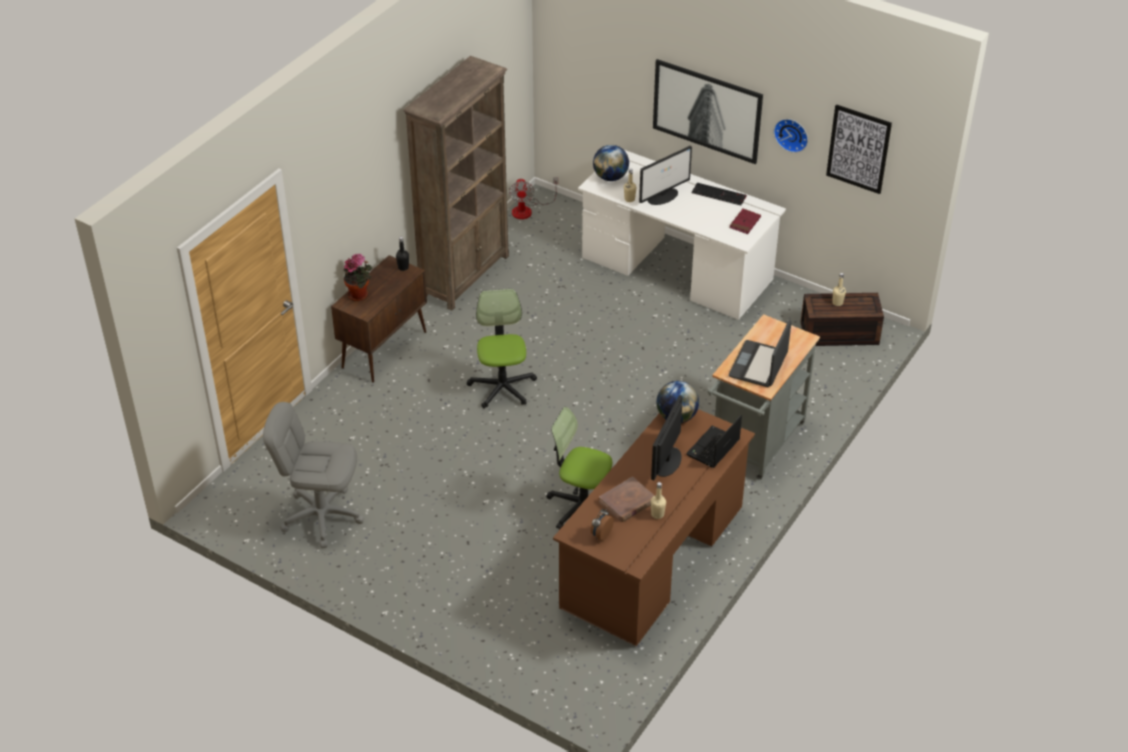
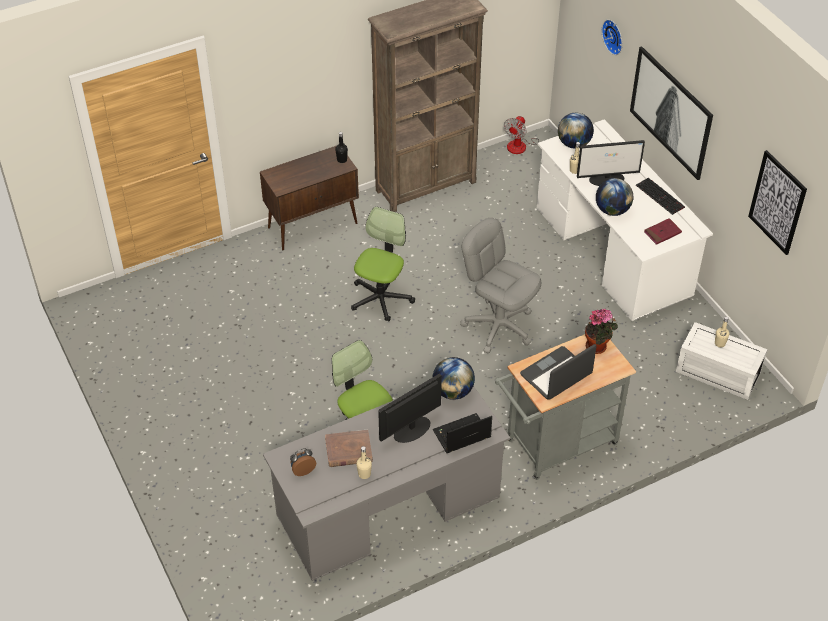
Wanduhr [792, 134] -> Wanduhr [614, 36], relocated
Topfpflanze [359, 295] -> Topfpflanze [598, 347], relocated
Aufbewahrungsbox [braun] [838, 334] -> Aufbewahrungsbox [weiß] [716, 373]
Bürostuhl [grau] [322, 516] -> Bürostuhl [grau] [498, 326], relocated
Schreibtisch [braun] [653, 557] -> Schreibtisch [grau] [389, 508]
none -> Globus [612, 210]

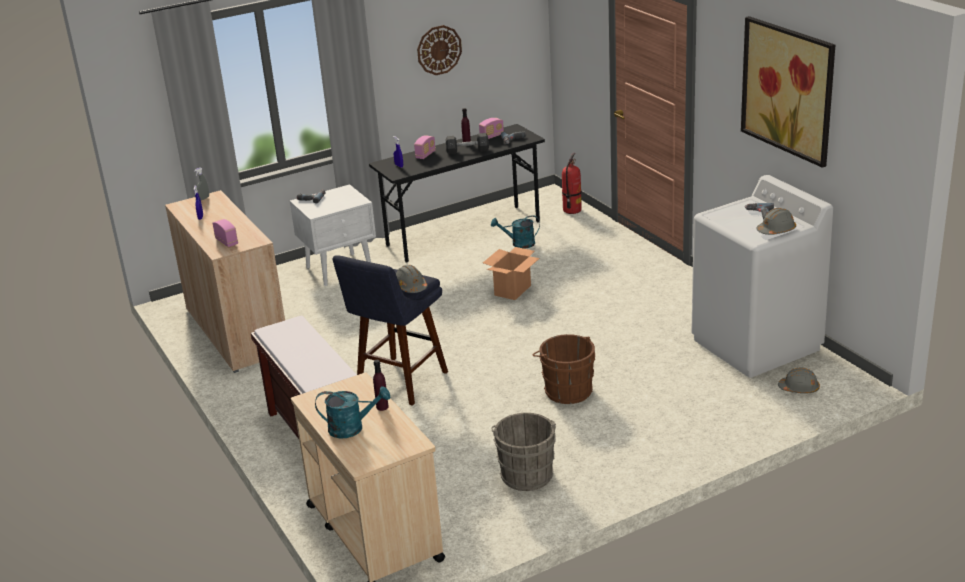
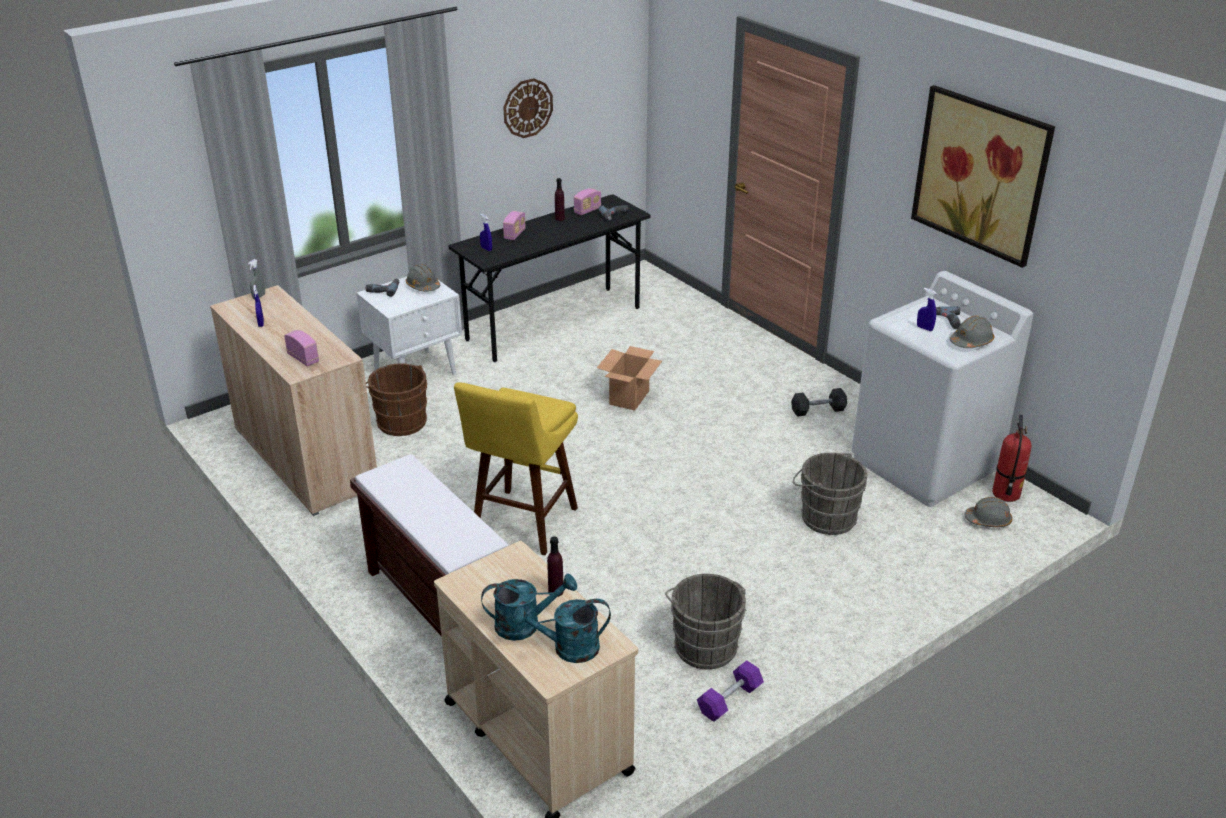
Hantel [grau] [467, 151] -> Hantel [grau] [818, 410], relocated
Feuerlöscher [572, 210] -> Feuerlöscher [1005, 494], relocated
Gießkanne [türkis] [519, 244] -> Gießkanne [türkis] [567, 649], relocated
Hocker [blau] [399, 384] -> Hocker [gelb] [522, 526]
Schutzhelm [grau] [410, 287] -> Schutzhelm [grau] [423, 286], relocated
Eimer [braun] [566, 390] -> Eimer [braun] [400, 421], relocated
none -> Sprühflasche [blau] [924, 328]
none -> Eimer [grau] [825, 517]
none -> Hantel [lila] [729, 700]

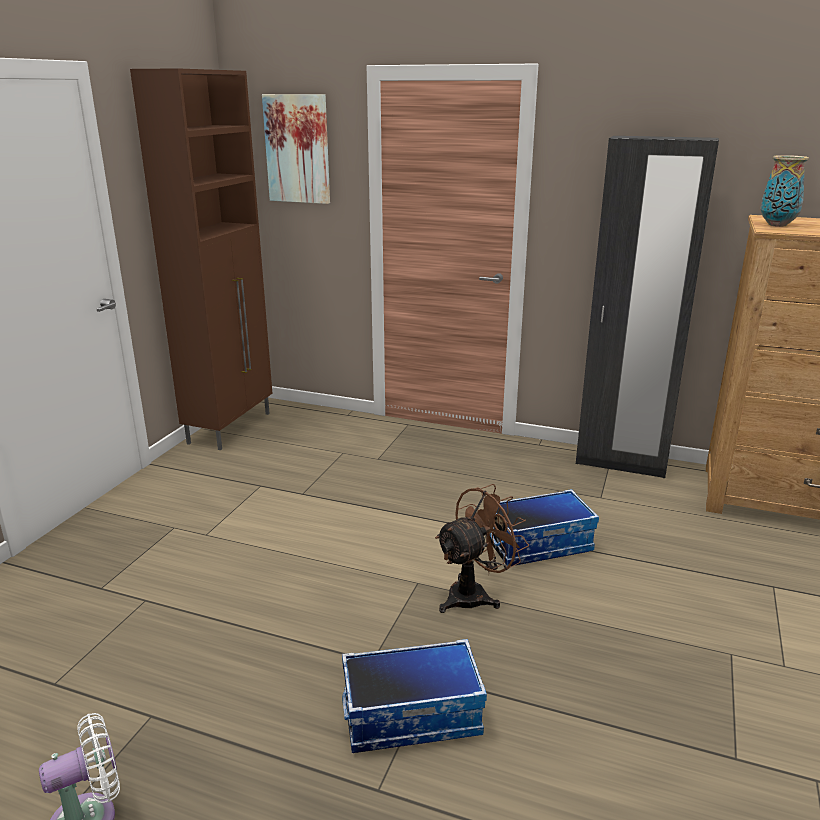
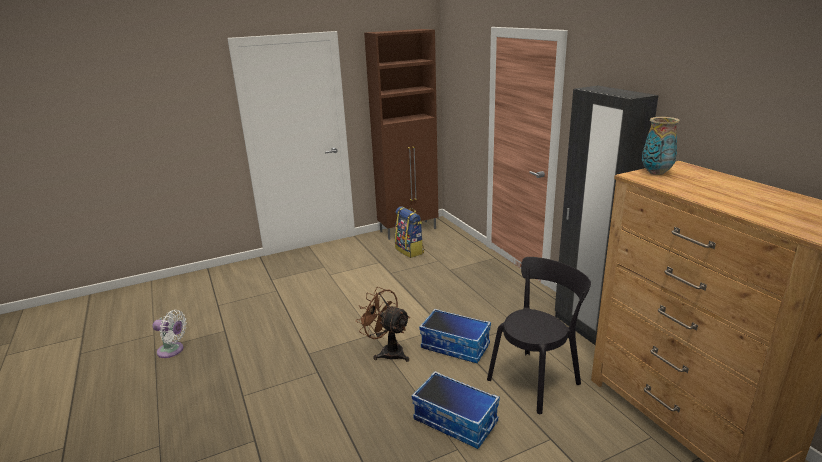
Bild [297, 149] -> none
Ventilator [braun] [475, 594] -> Ventilator [braun] [387, 351], 150 degrees counterclockwise
Aufbewahrungsbox [412, 715] -> Aufbewahrungsbox [456, 421], relocated
none -> Rucksack [410, 251]
none -> Stuhl [schwarz] [536, 379]

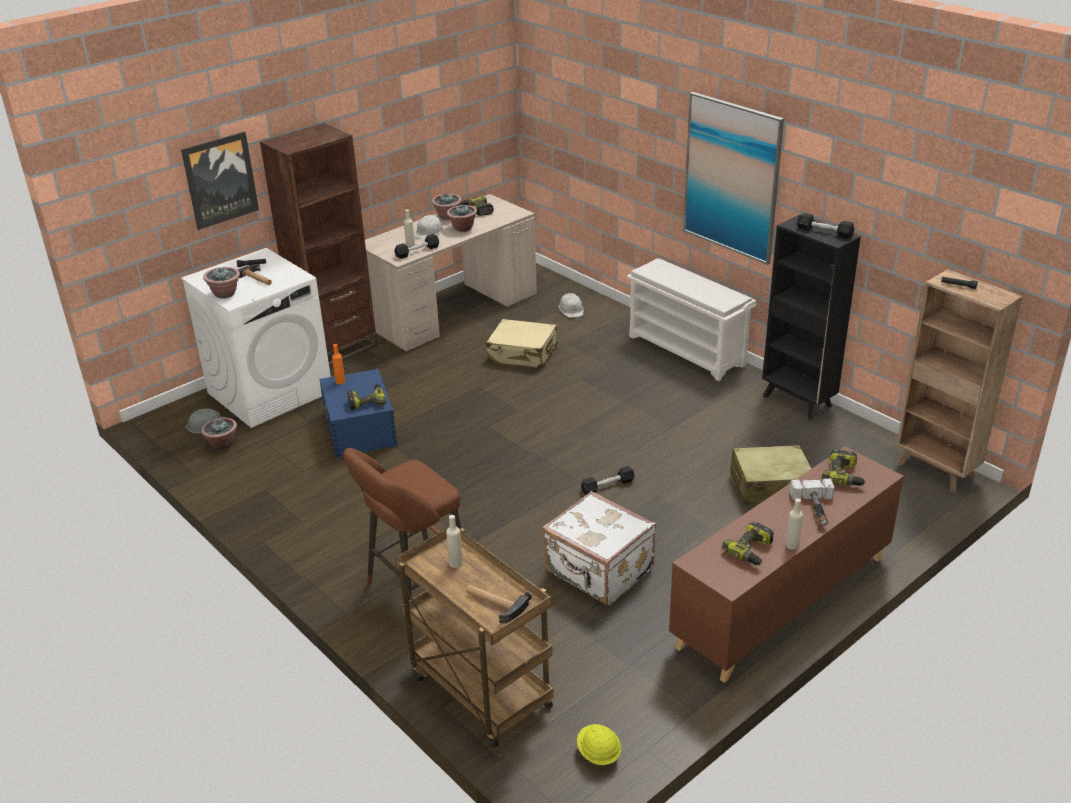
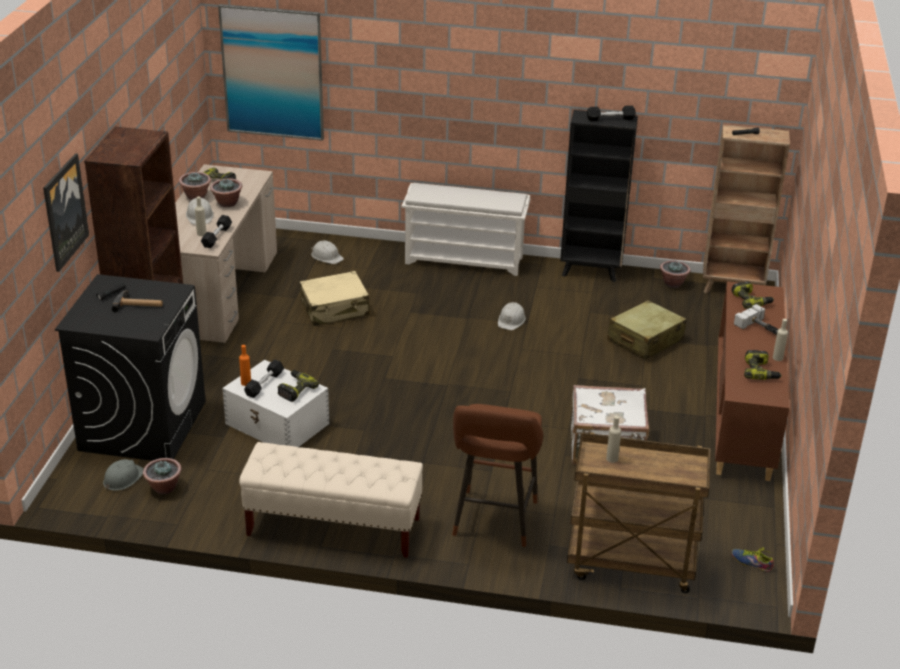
Bild [731, 177] -> Bild [272, 72], relocated
Waschmaschine [weiß] [270, 392] -> Waschmaschine [schwarz] [143, 425]
Topfpflanze [225, 294] -> Topfpflanze [673, 283], relocated
Aufbewahrungsbox [blau] [359, 430] -> Aufbewahrungsbox [weiß] [277, 424]
Hantel [schwarz] [607, 486] -> Hantel [schwarz] [264, 384], relocated
Hammer [494, 603] -> none
Schutzhelm [gelb] [598, 753] -> Schuh [752, 561]
none -> Schutzhelm [weiß] [511, 320]
none -> Bank [beige] [333, 527]

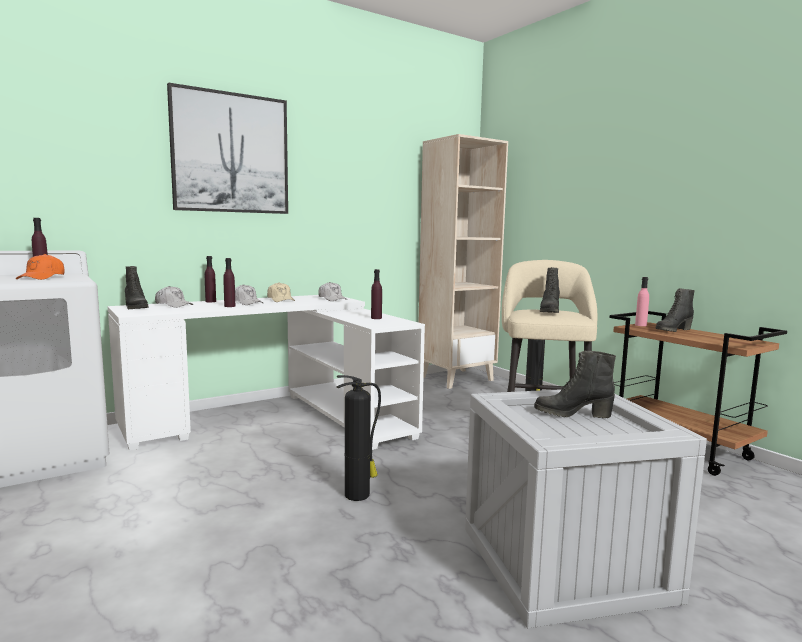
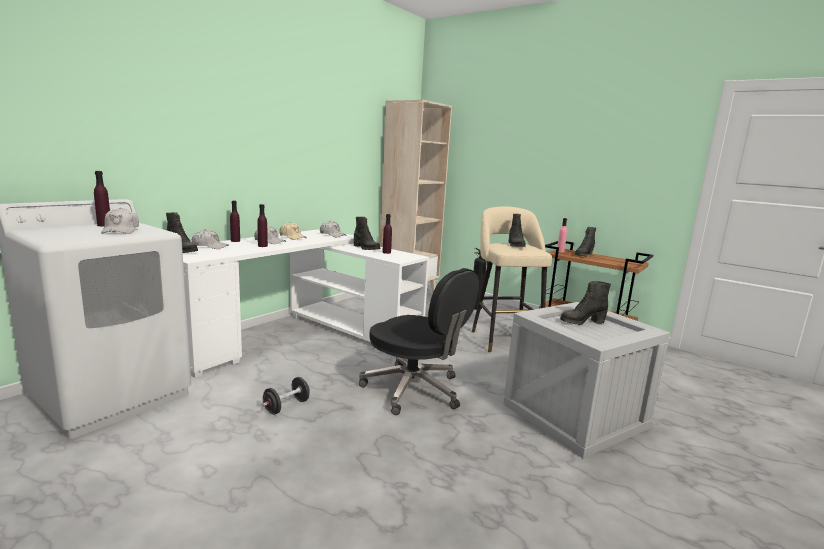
Bild [231, 153] -> none
Kappe [orange] [42, 278] -> Kappe [weiß] [121, 230]
Feuerlöscher [358, 494] -> Bürostuhl [schwarz] [415, 390]
none -> Stiefel [schwarz] [366, 248]
none -> Hantel [schwarz] [286, 406]

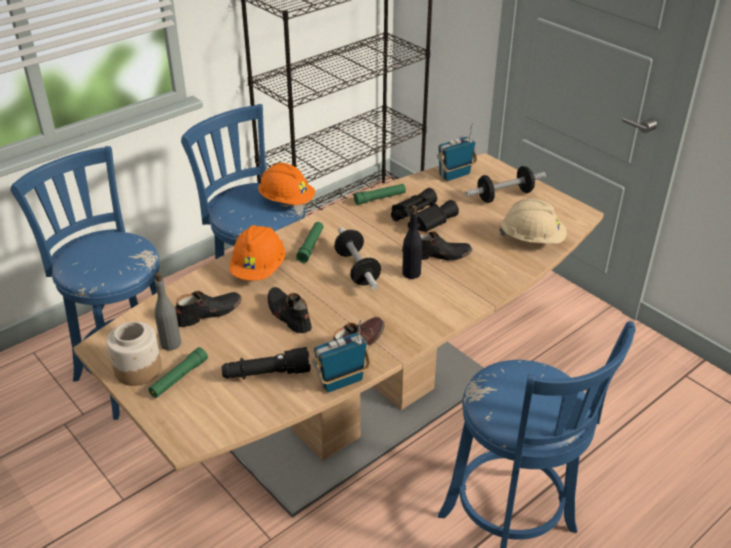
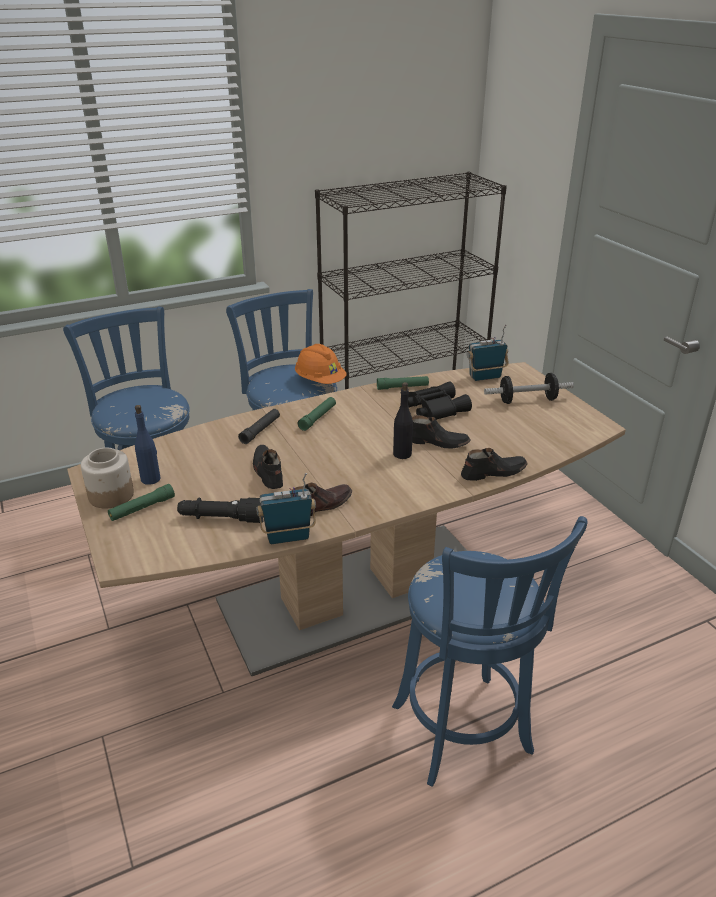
Schutzhelm [beige] [532, 239] -> none
Schutzhelm [orange] [259, 269] -> Taschenlampe [schwarz] [260, 430]
Hantel [357, 269] -> none
Flasche [grau] [171, 343] -> Flasche [blau] [151, 479]
Schuh [schwarz] [208, 313] -> Schuh [schwarz] [493, 472], relocated

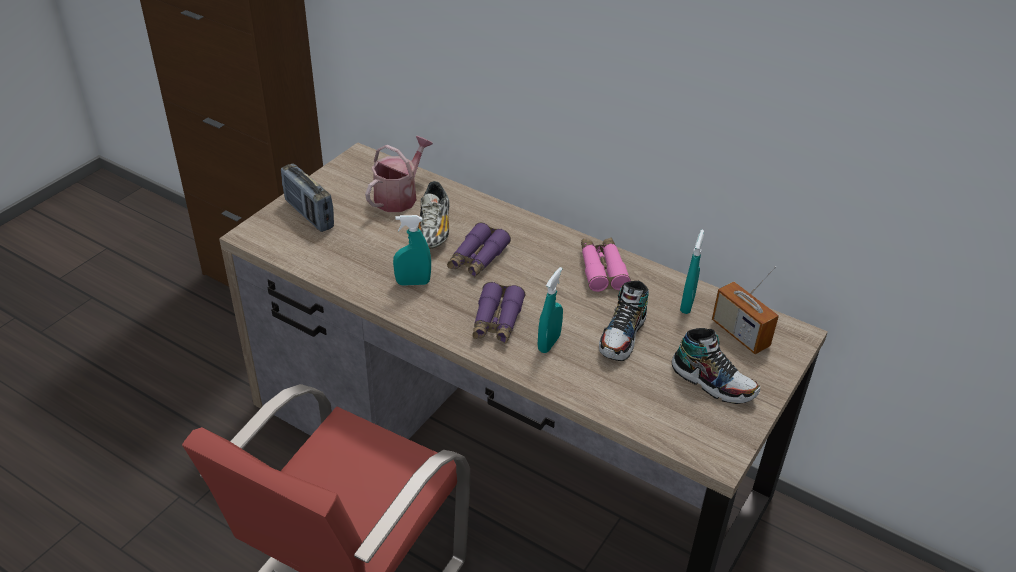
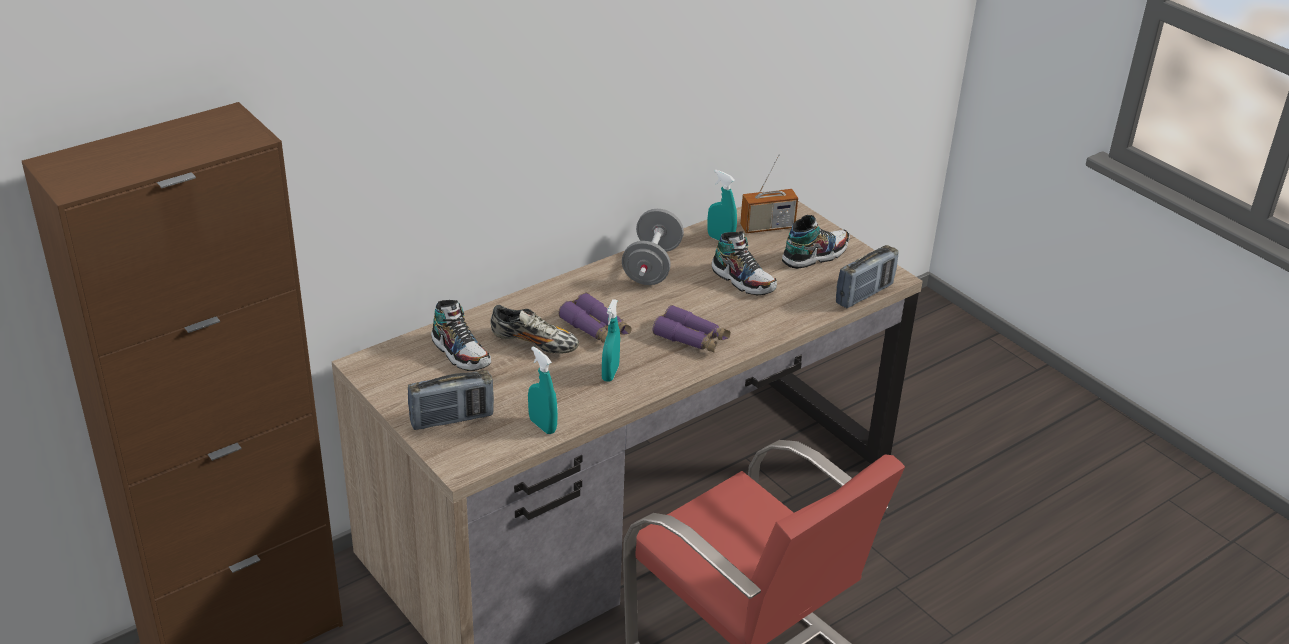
Gießkanne [399, 196] -> Schuh [461, 353]
Fernglas [rosa] [602, 269] -> Hantel [grau] [652, 266]
Sprühflasche [türkis] [549, 343] -> Sprühflasche [türkis] [542, 426], relocated
none -> Radio [864, 294]

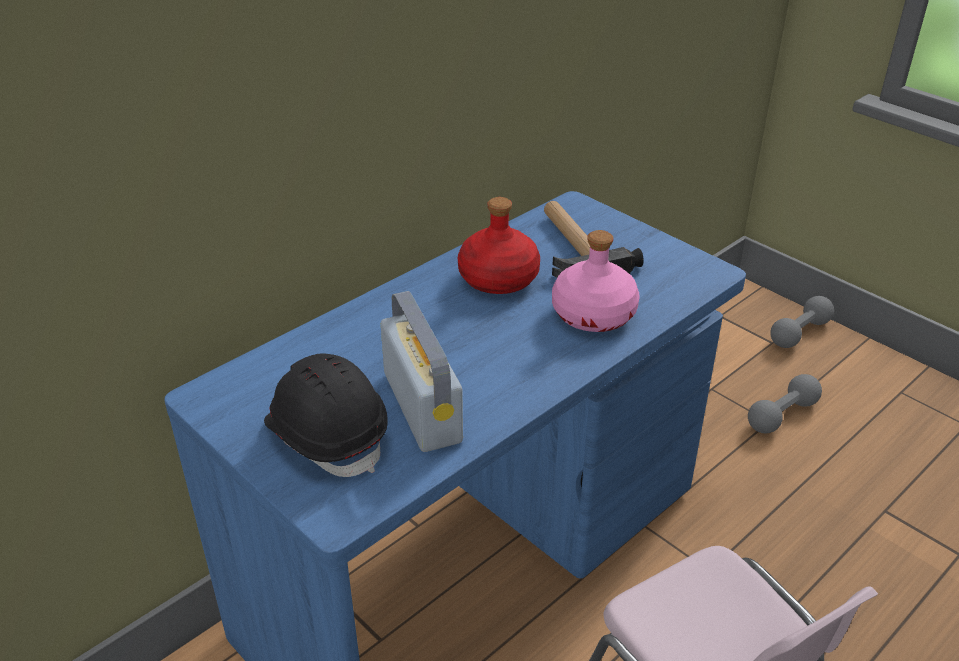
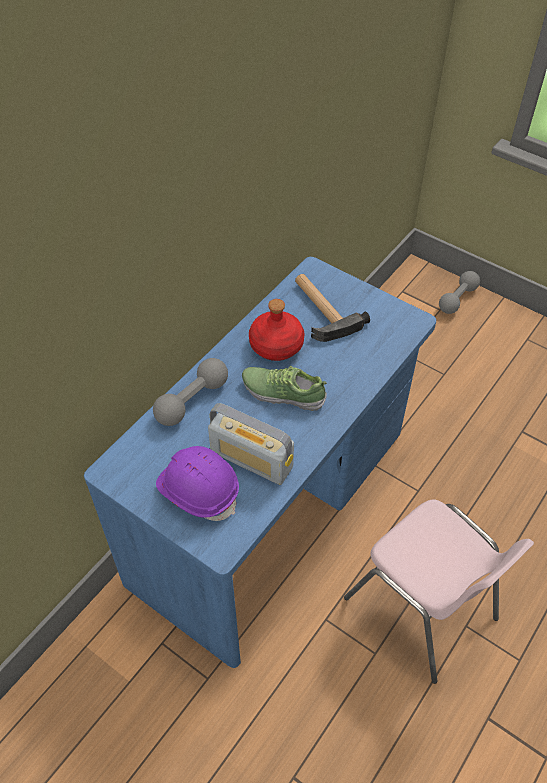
Flasche [rosa] [594, 315] -> none
Radio [422, 407] -> Radio [251, 459], 150 degrees clockwise
Schutzhelm [schwarz] [327, 435] -> Schutzhelm [lila] [198, 490]
Hantel [grau] [782, 415] -> Hantel [grau] [192, 400], relocated
none -> Schuh [283, 392]

